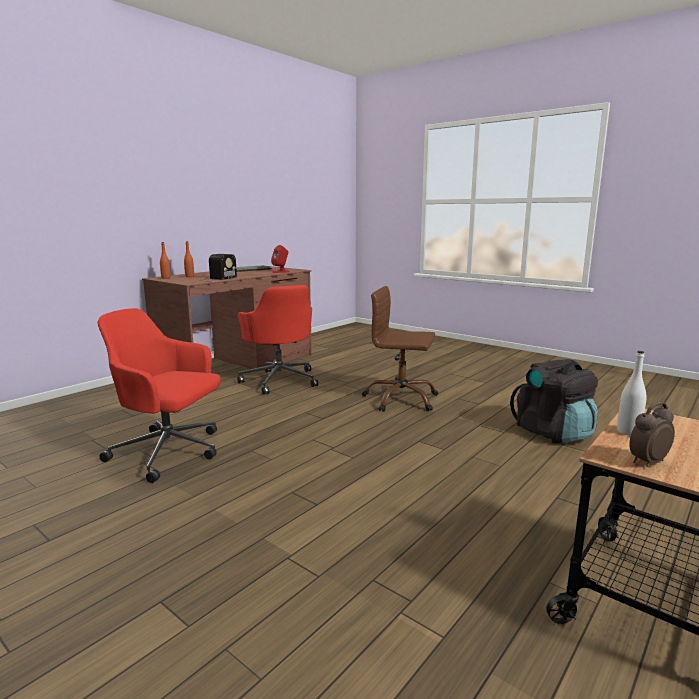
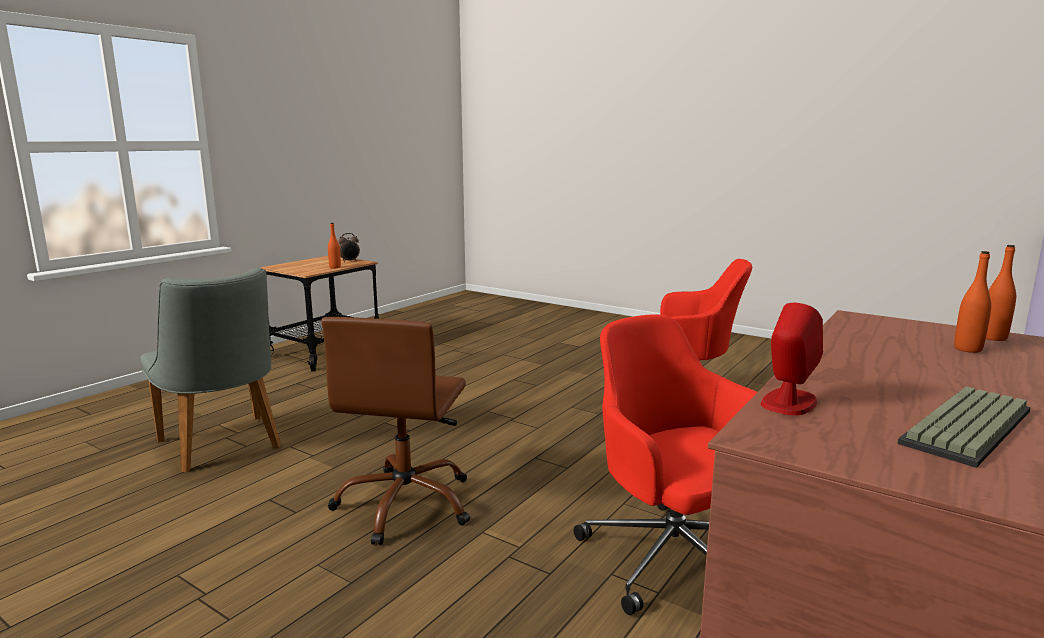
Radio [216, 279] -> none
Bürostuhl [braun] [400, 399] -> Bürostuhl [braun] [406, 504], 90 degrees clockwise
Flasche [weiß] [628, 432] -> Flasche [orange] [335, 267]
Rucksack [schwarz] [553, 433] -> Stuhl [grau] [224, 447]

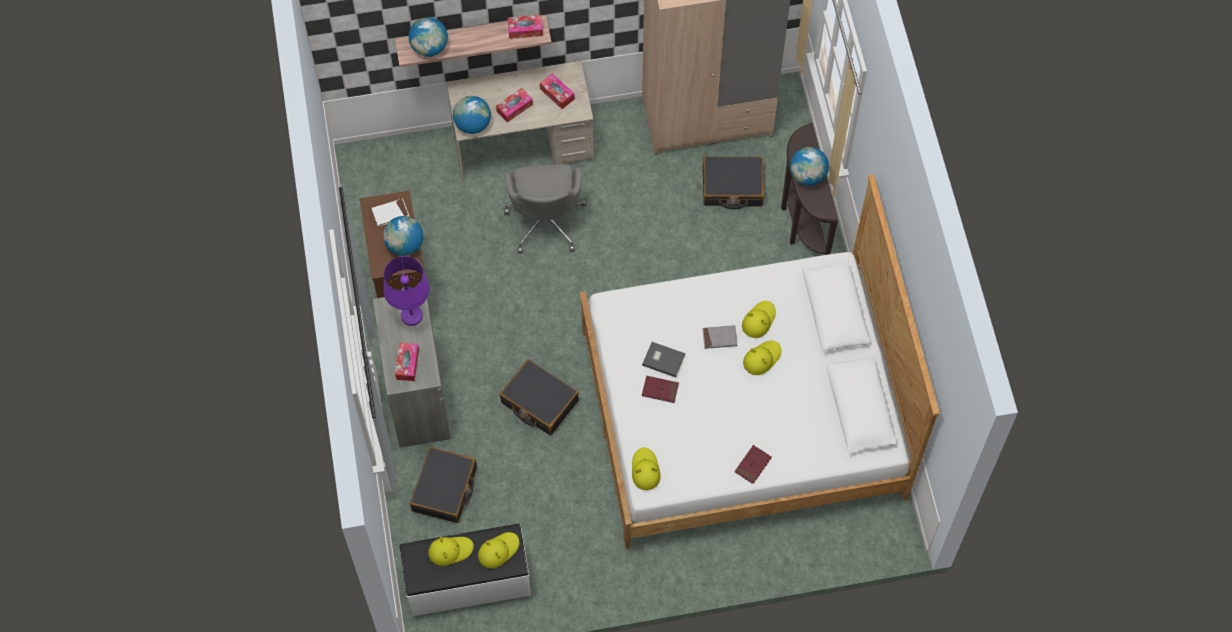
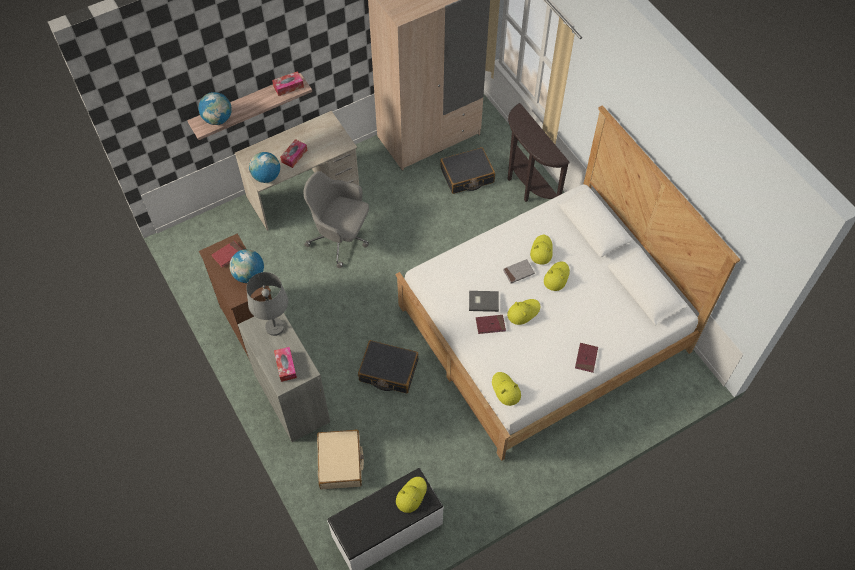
Taschentuchbox [557, 94] -> none
Globus [807, 176] -> none
Bürostuhl [grau] [546, 220] -> Bürostuhl [grau] [340, 238], 135 degrees clockwise
Buch [weiß] [390, 213] -> Buch [rot] [228, 254]
Tischlampe [lila] [411, 315] -> Tischlampe [grau] [275, 327]
Koffer [schwarz] [445, 489] -> Koffer [beige] [340, 463]
Hut [gelb] [450, 550] -> Hut [gelb] [523, 312], relocated

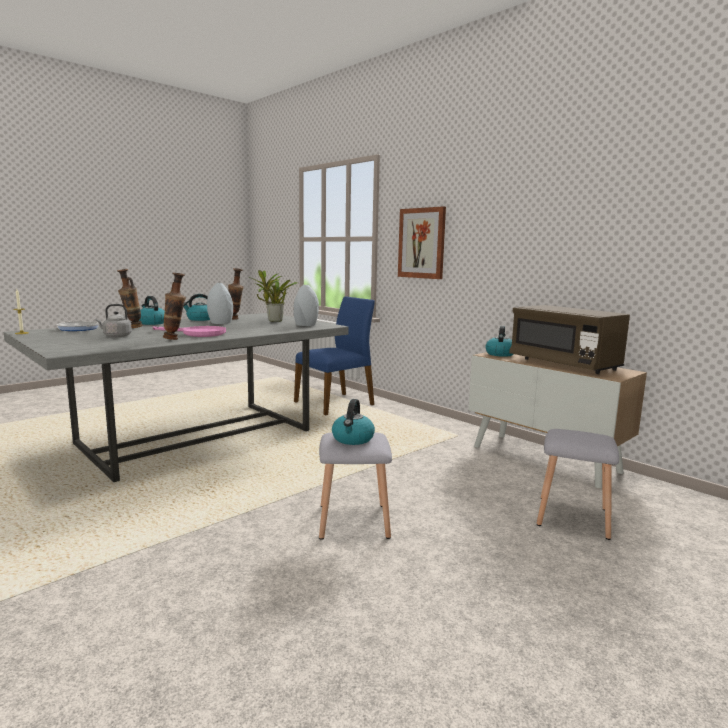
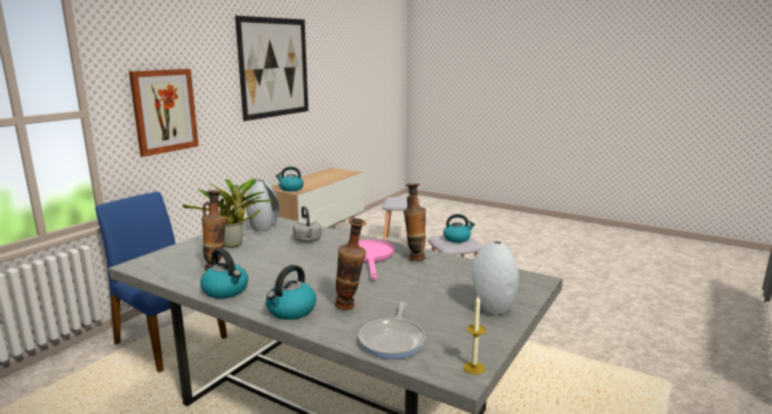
Vase [grau] [220, 323] -> Vase [grau] [493, 308], relocated
Wasserkessel [grau] [116, 336] -> Wasserkessel [grau] [308, 240], relocated
Mikrowelle [braun] [564, 364] -> none
none -> Bild [274, 68]

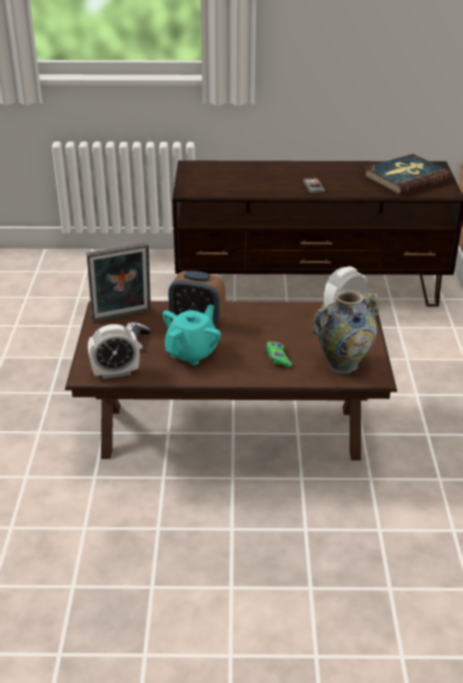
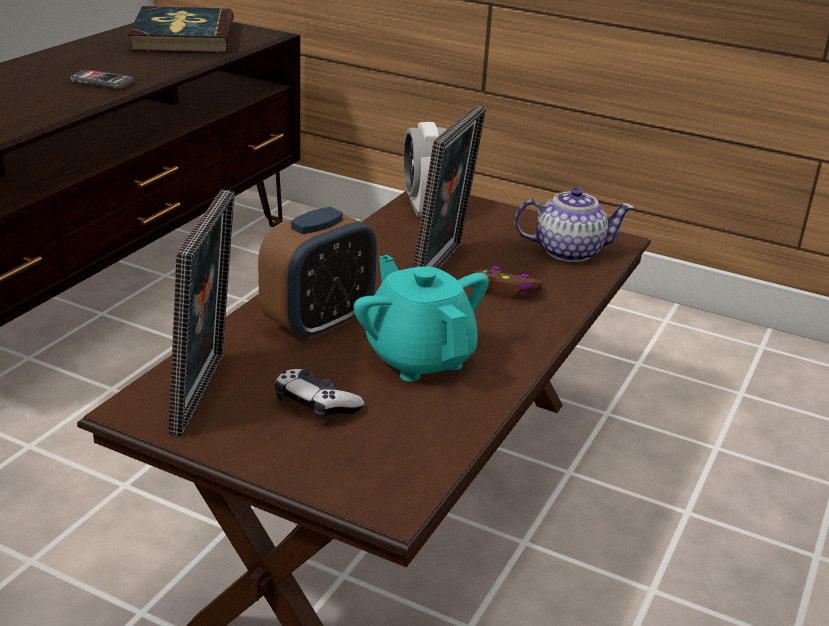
Vase [343, 365] -> Teekanne [567, 251]
Wecker [115, 372] -> none
Gamepad [grün] [278, 358] -> Gamepad [braun] [505, 290]
none -> Bilderrahmen [443, 269]

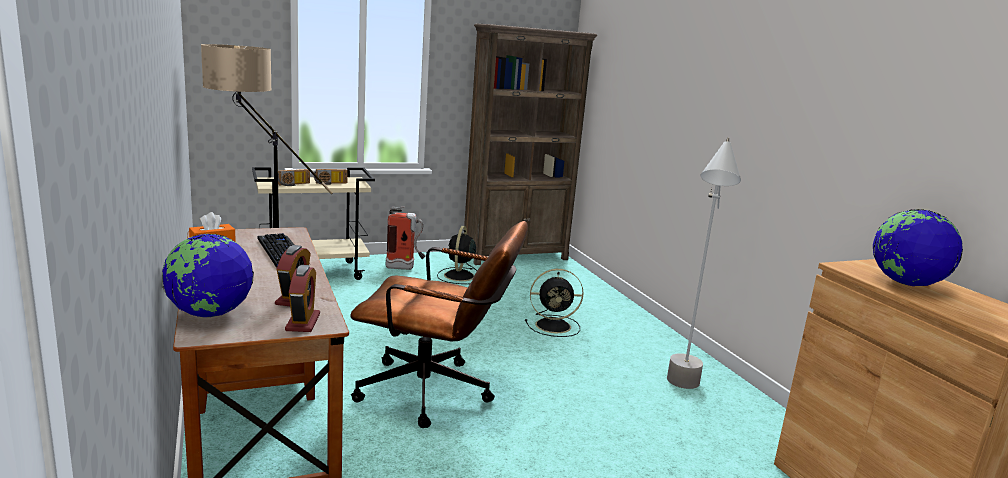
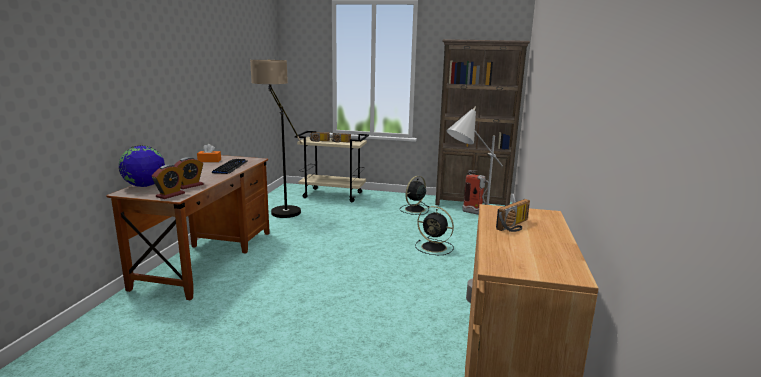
Feuerlöscher [405, 268] -> Feuerlöscher [475, 213], relocated
Globus [906, 283] -> Radio [515, 226]
Bürostuhl [braun] [436, 394] -> none

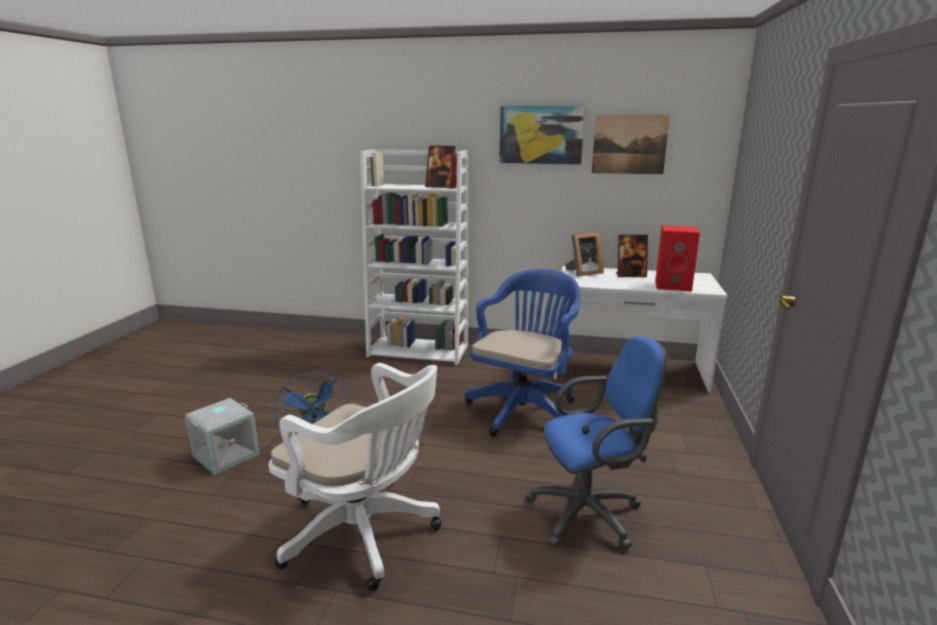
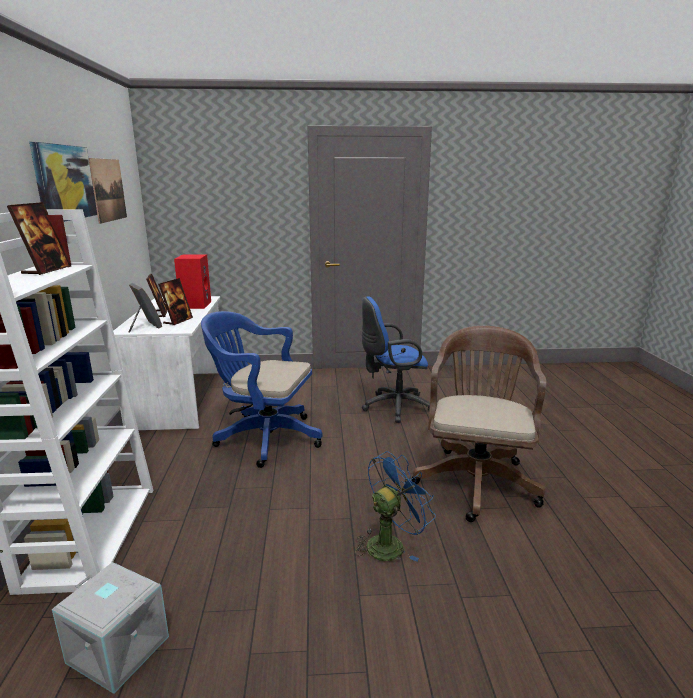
Bürostuhl [blau] [591, 514] -> Bürostuhl [blau] [393, 407], 75 degrees counterclockwise
Bürostuhl [weiß] [365, 534] -> Bürostuhl [braun] [476, 479]
Aufbewahrungsbox [grau] [226, 454] -> Aufbewahrungsbox [grau] [116, 650], relocated
none -> Bilderrahmen [178, 321]

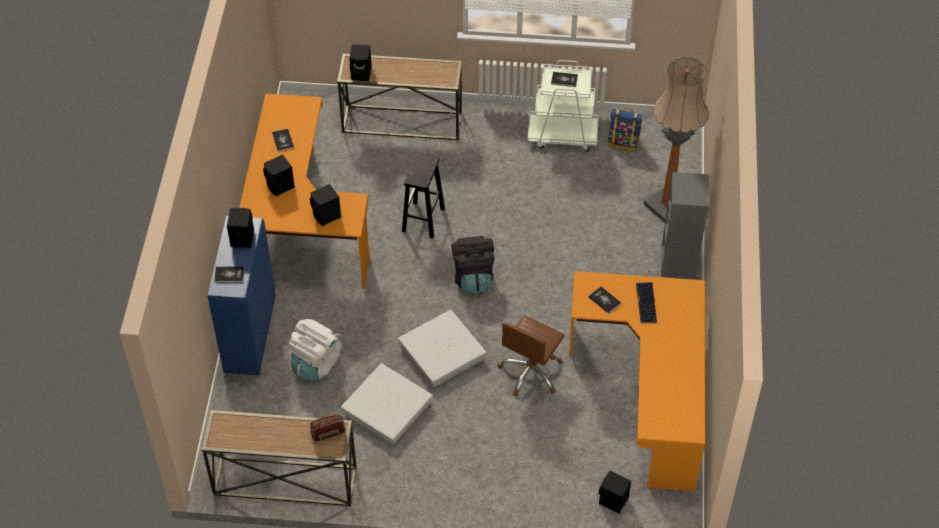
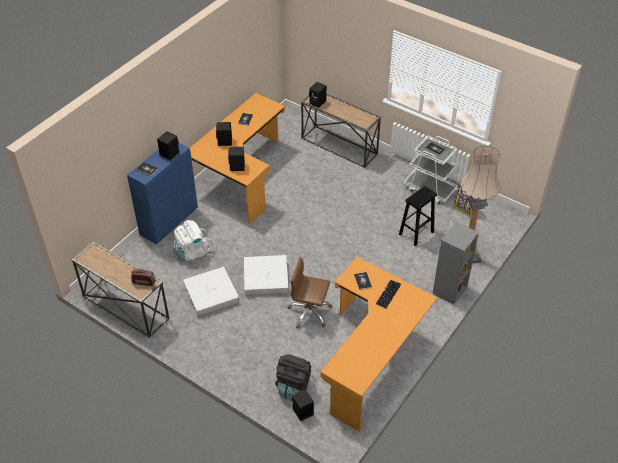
Hocker [schwarz] [423, 220] -> Hocker [schwarz] [416, 233], relocated
Rucksack [schwarz] [473, 277] -> Rucksack [schwarz] [293, 386], relocated
Bürostuhl [braun] [531, 372] -> Bürostuhl [braun] [309, 312], 45 degrees clockwise

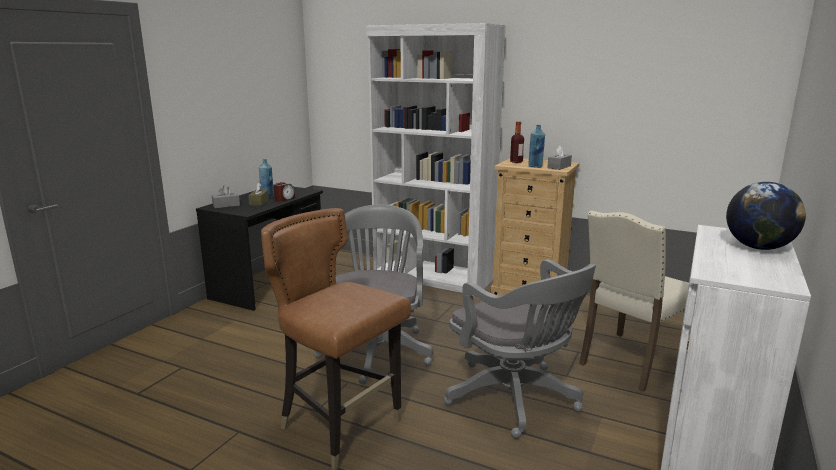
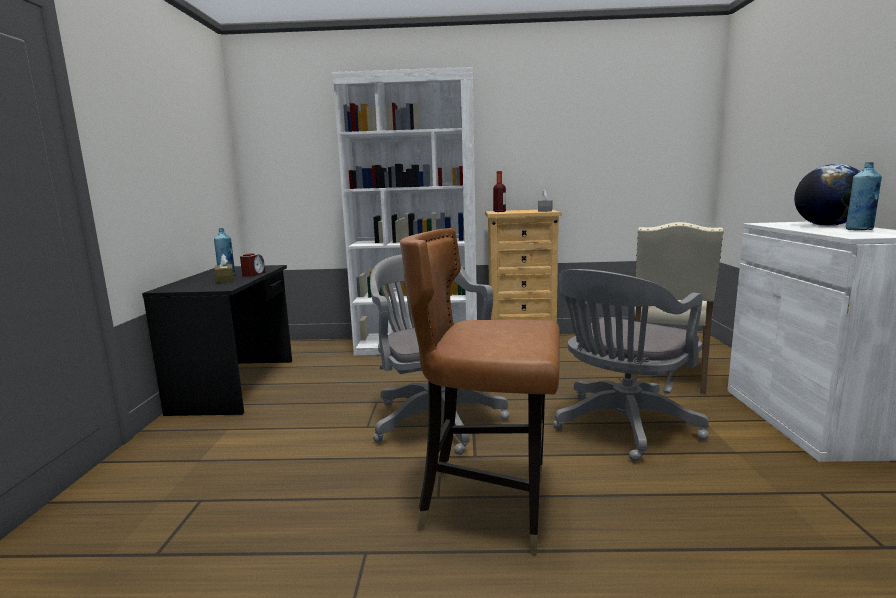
Flasche [blau] [535, 167] -> Flasche [blau] [859, 230], relocated
Taschentuchbox [grau] [226, 205] -> none
Bürostuhl [grau] [516, 400] -> Bürostuhl [grau] [621, 427], 105 degrees clockwise

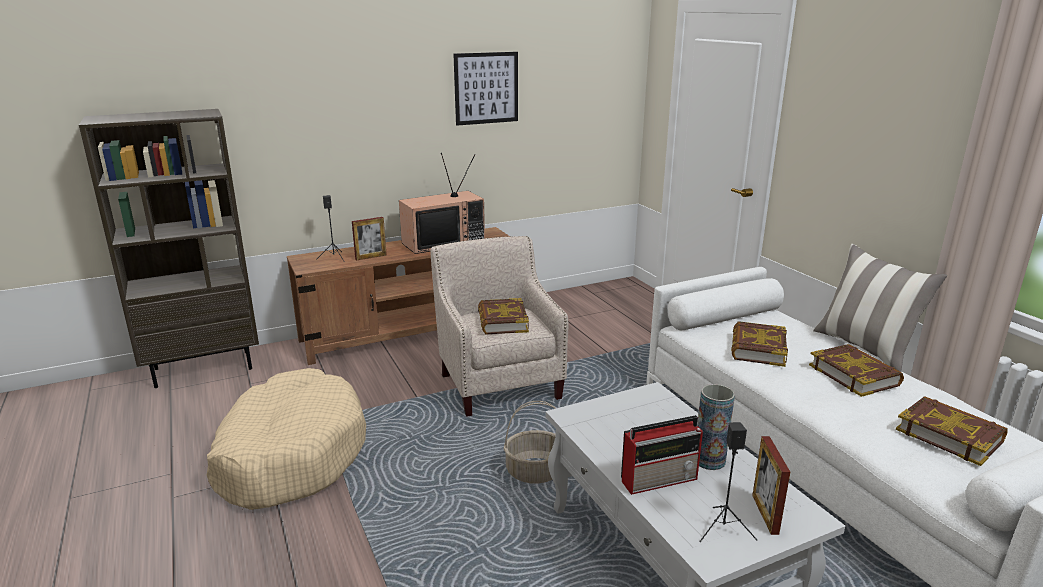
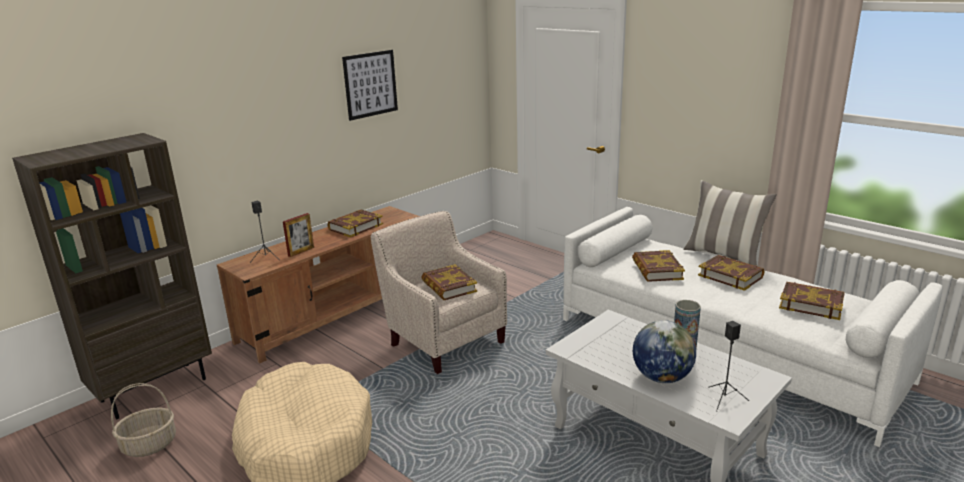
Fernseher [443, 242] -> Buch [355, 227]
Korb [535, 471] -> Korb [150, 444], relocated
Radio [660, 479] -> Globus [661, 377]
Bilderrahmen [765, 514] -> none

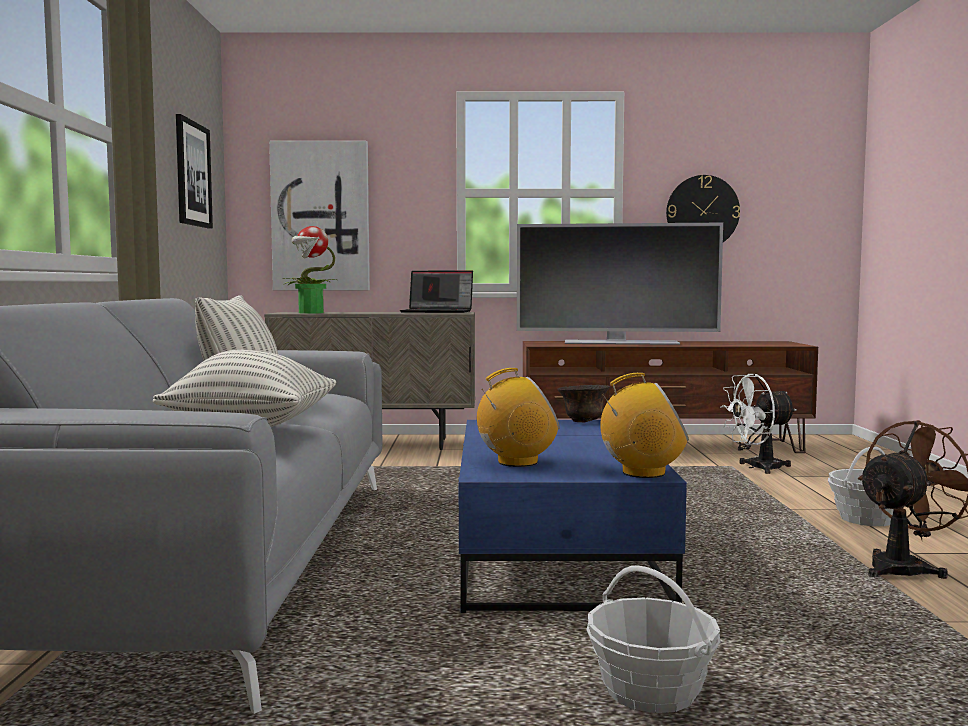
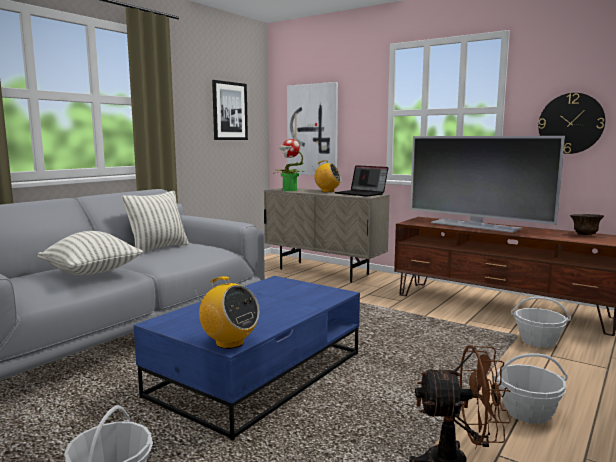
Radio [517, 462] -> Radio [327, 191], relocated
Ventilator [weiß] [757, 468] -> Korb [538, 341]
Schüssel [braun] [583, 421] -> Schüssel [braun] [585, 234], relocated

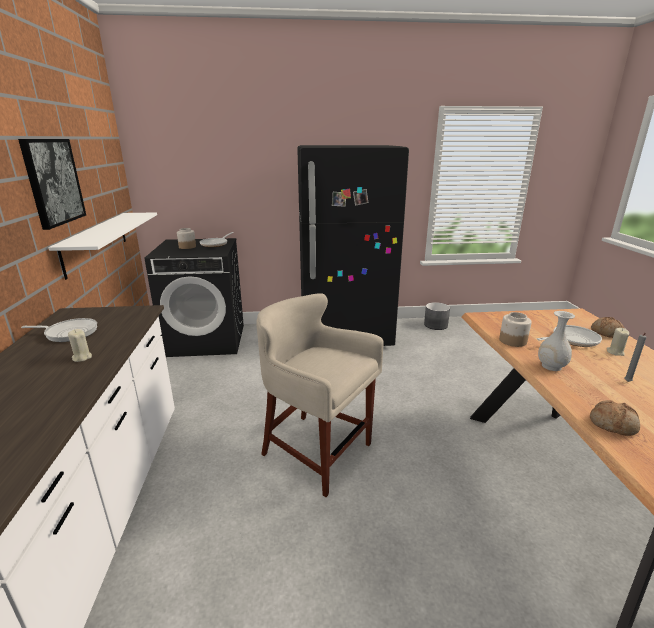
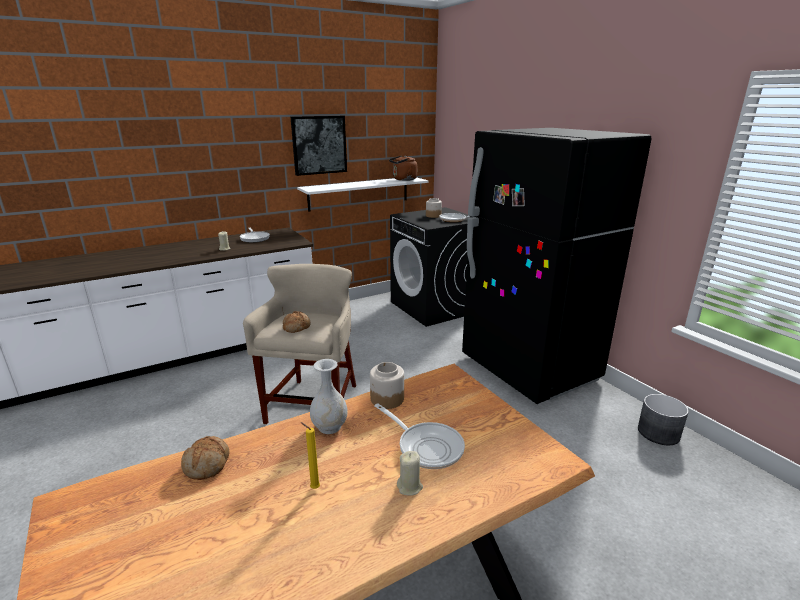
Brot [606, 333] -> Brot [296, 327], relocated
Kerze [grau] [627, 382] -> Kerze [gelb] [313, 488]
none -> Wasserkessel [braun] [403, 179]

